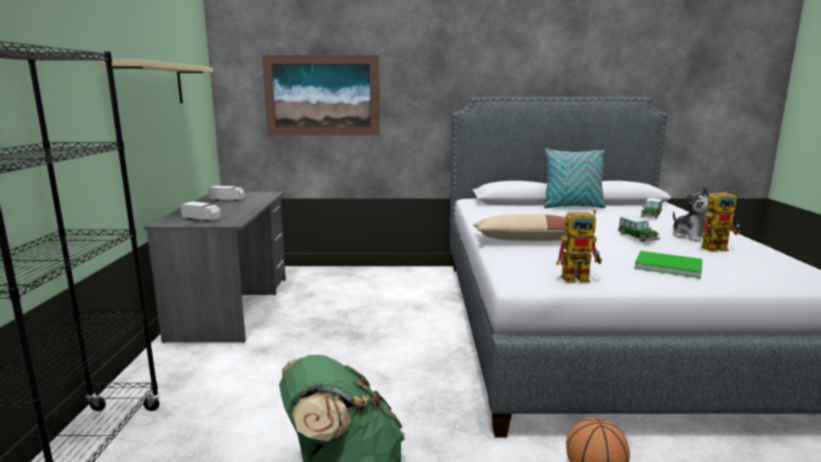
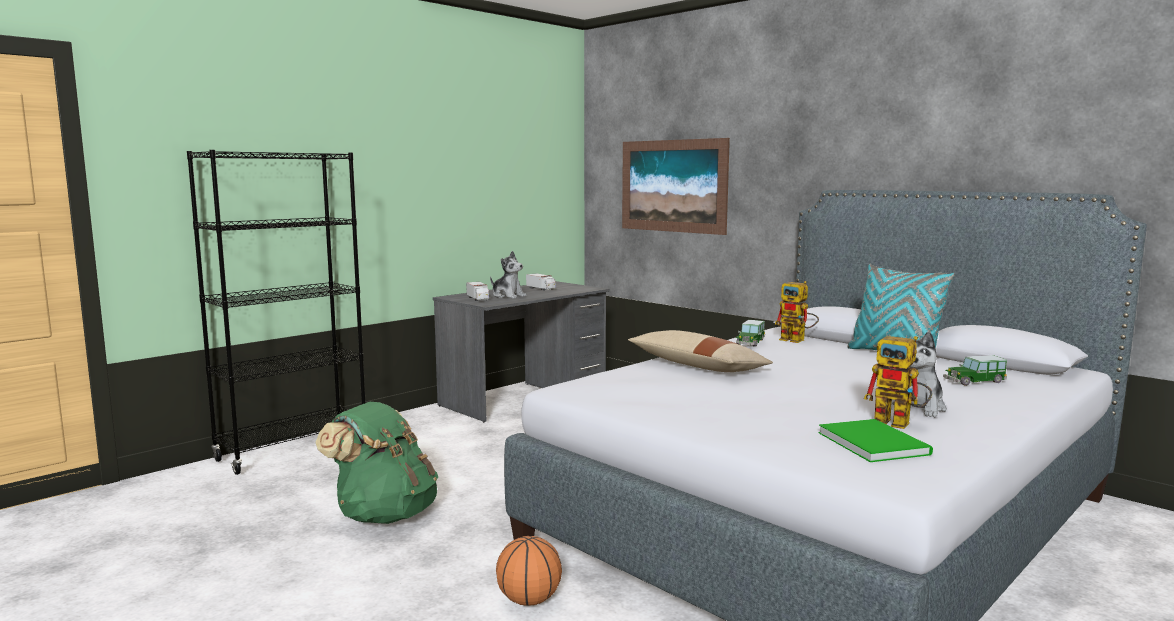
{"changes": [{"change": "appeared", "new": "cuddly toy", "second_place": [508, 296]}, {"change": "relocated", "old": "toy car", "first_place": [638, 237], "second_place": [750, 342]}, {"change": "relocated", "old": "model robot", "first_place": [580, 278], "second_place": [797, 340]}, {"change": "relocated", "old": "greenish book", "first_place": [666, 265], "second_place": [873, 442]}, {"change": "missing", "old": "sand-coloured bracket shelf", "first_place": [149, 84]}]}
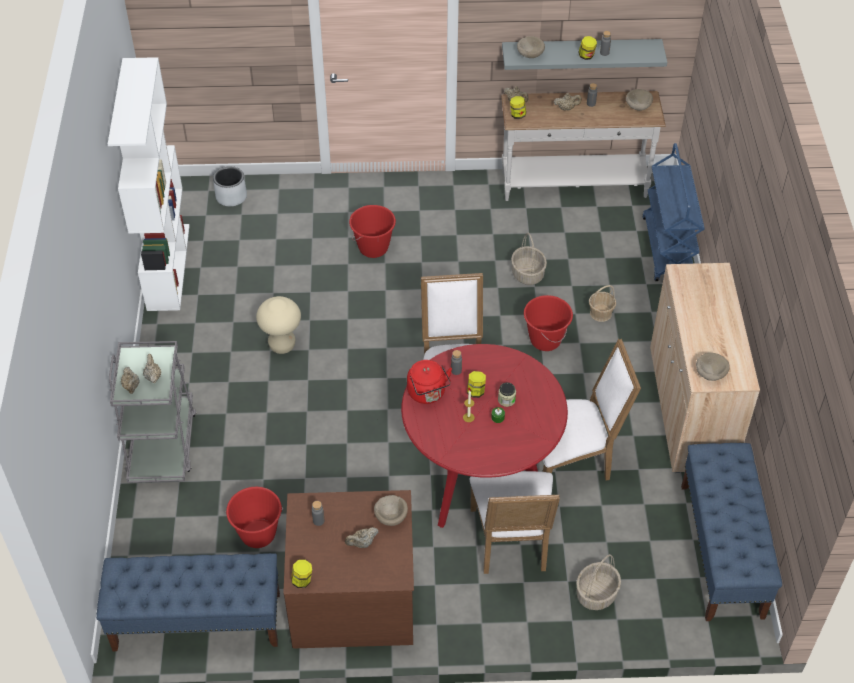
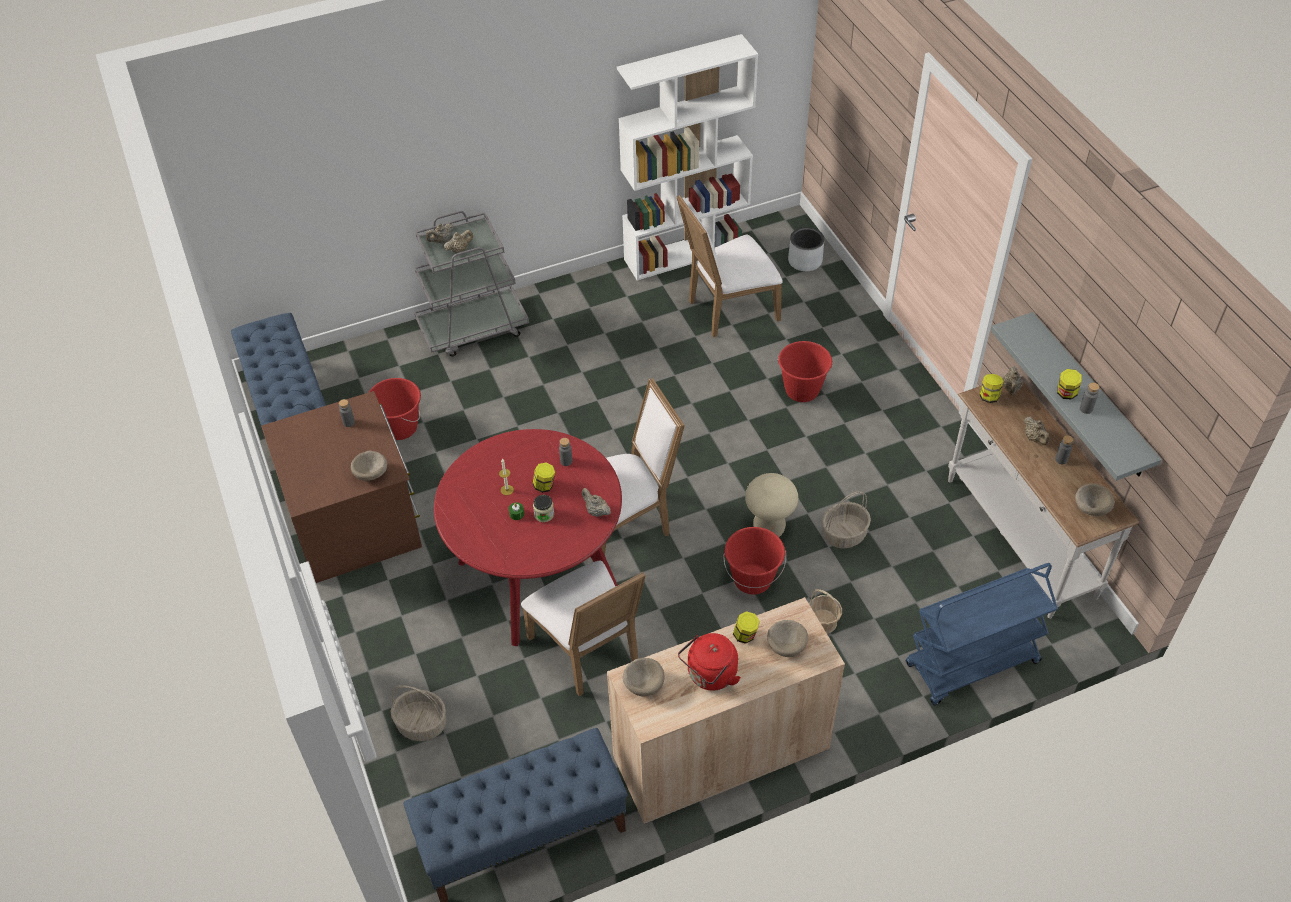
{"changes": [{"change": "relocated", "old": "sand-coloured pot for tea", "first_place": [362, 543], "second_place": [596, 511]}, {"change": "relocated", "old": "white plain chair", "first_place": [511, 544], "second_place": [728, 310]}, {"change": "relocated", "old": "reddish tea kettle", "first_place": [428, 394], "second_place": [710, 675]}, {"change": "relocated", "old": "preserve jar", "first_place": [302, 580], "second_place": [745, 635]}, {"change": "relocated", "old": "sand-coloured stool", "first_place": [282, 345], "second_place": [768, 529]}, {"change": "relocated", "old": "sand-coloured deep dish", "first_place": [529, 54], "second_place": [787, 645]}]}
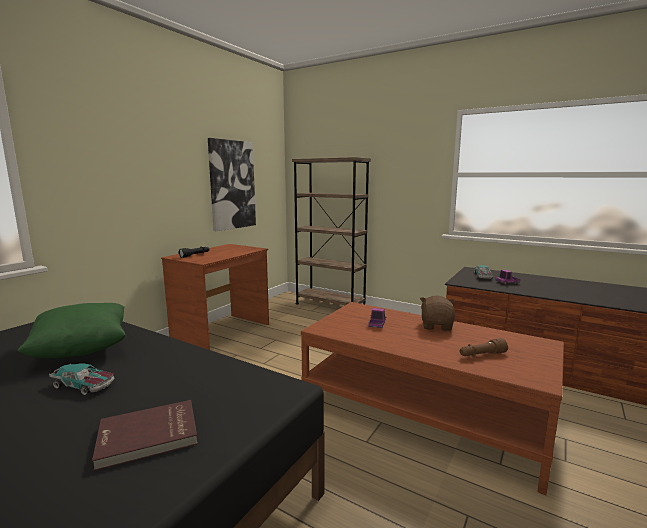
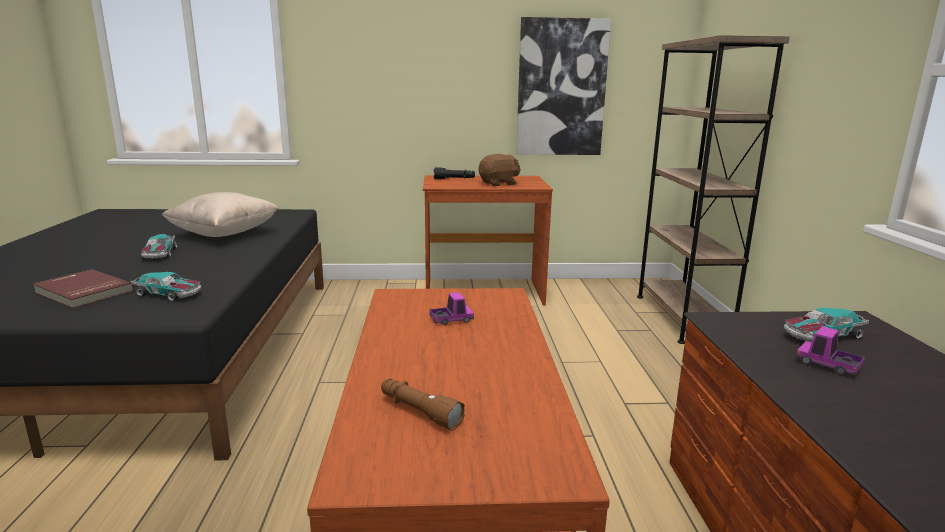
{"changes": [{"change": "appeared", "new": "toy car", "second_place": [169, 294]}, {"change": "colour", "old": "greenish pillow", "new": "sand-coloured pillow", "first_place": [82, 349], "second_place": [224, 234]}, {"change": "relocated", "old": "brownish cuddly toy", "first_place": [437, 326], "second_place": [499, 184]}]}
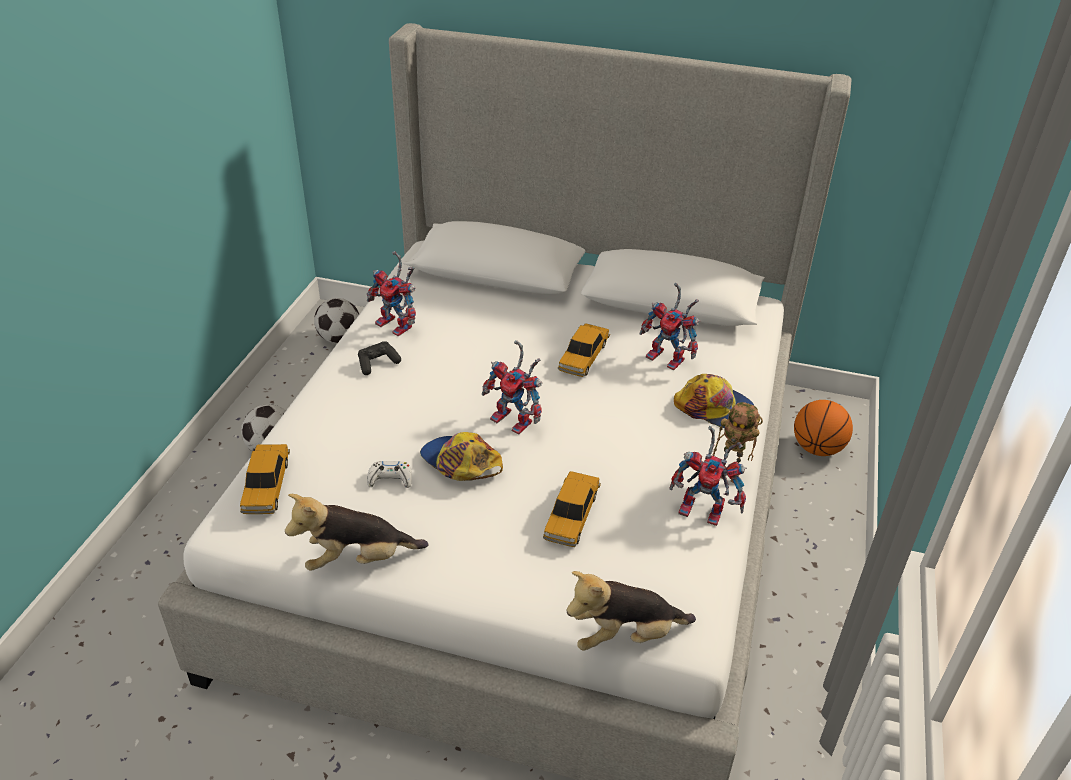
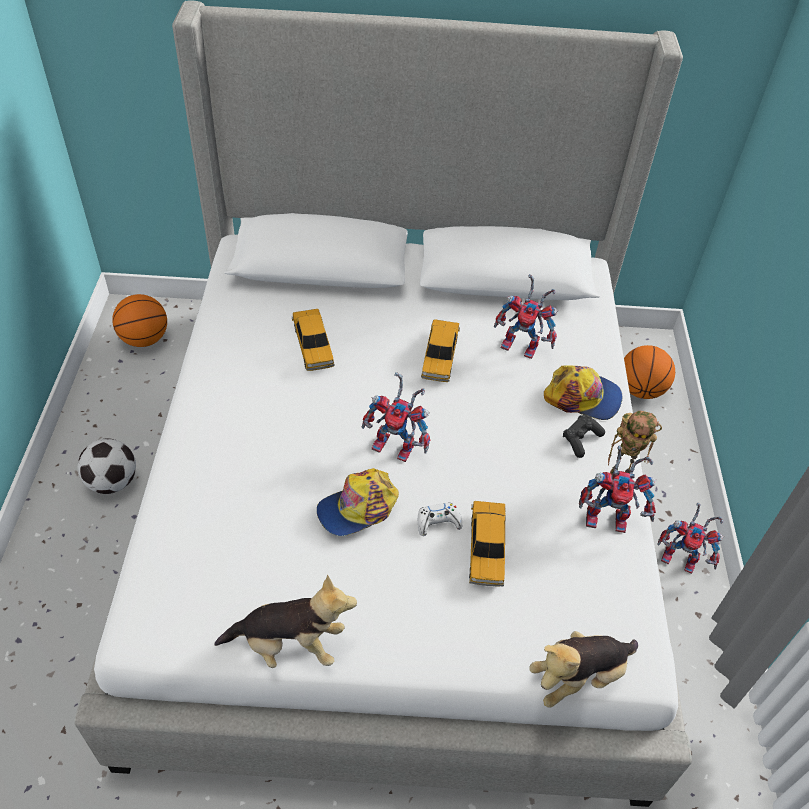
{"changes": [{"change": "exchanged", "old": "ball for football", "new": "basketball ball", "first_place": [339, 339], "second_place": [144, 339]}, {"change": "spun", "old": "cuddly toy", "first_place": [358, 559], "second_place": [290, 645], "degrees": -150}, {"change": "relocated", "old": "toy car", "first_place": [266, 486], "second_place": [313, 346]}, {"change": "spun", "old": "peaked cap", "first_place": [460, 463], "second_place": [358, 508], "degrees": -60}, {"change": "relocated", "old": "white joypad", "first_place": [390, 479], "second_place": [438, 522]}, {"change": "relocated", "old": "black-coloured joypad", "first_place": [377, 364], "second_place": [580, 440]}, {"change": "relocated", "old": "model robot", "first_place": [398, 326], "second_place": [682, 559]}]}
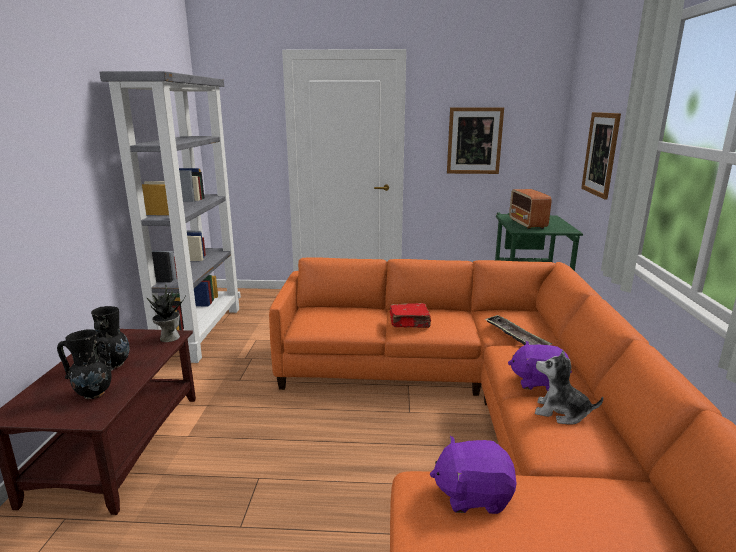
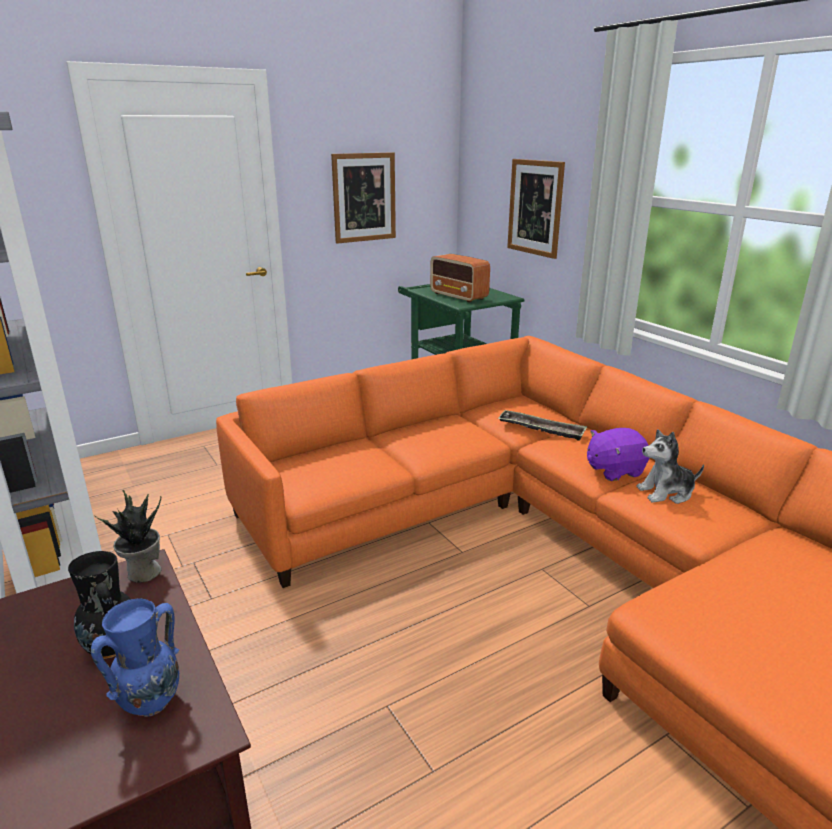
{"changes": [{"change": "colour", "old": "black-coloured decorative vase", "new": "blue decorative vase", "first_place": [93, 394], "second_place": [149, 703]}, {"change": "missing", "old": "reddish book", "first_place": [410, 323]}, {"change": "missing", "old": "purplish cuddly toy", "first_place": [473, 495]}]}
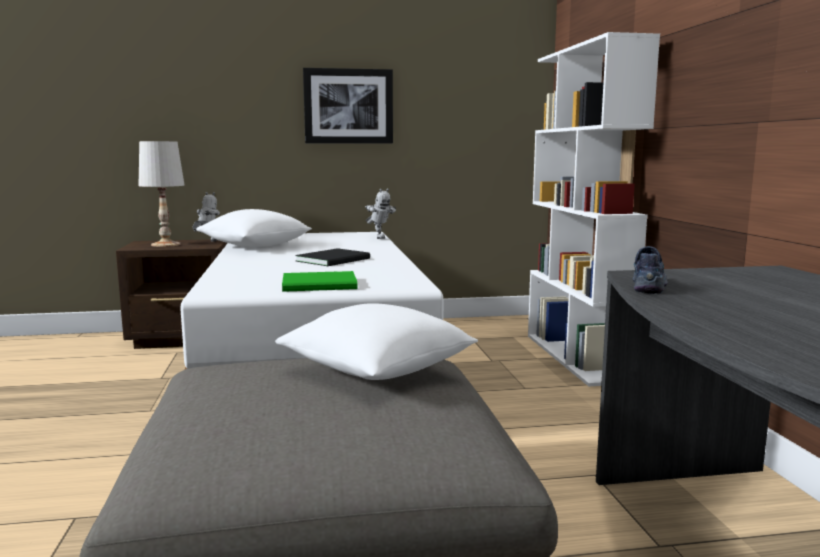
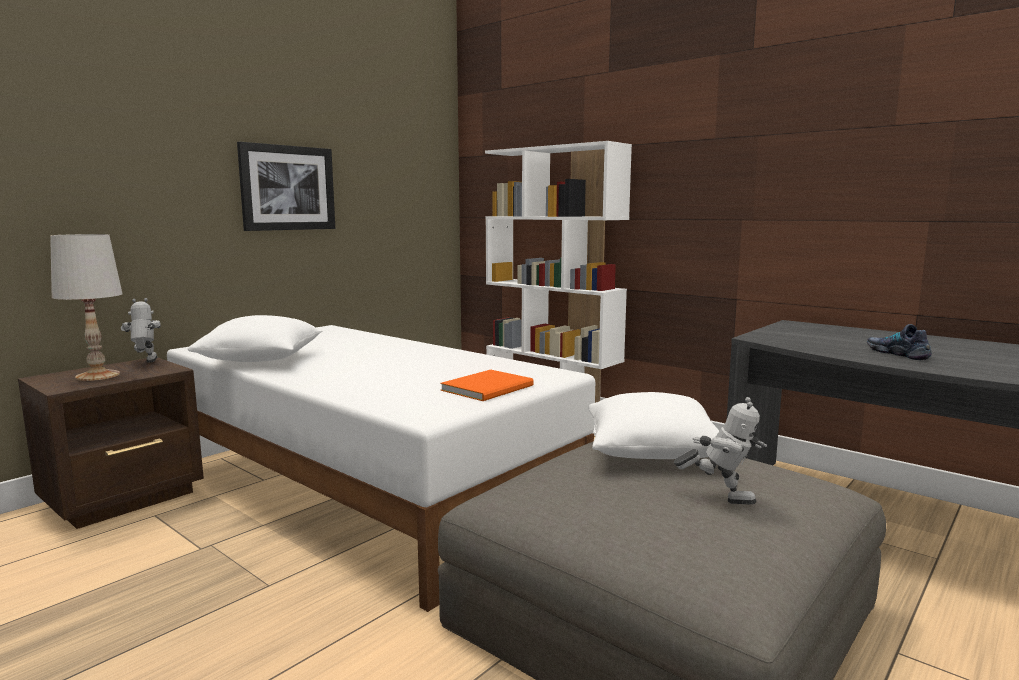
{"changes": [{"change": "colour", "old": "greenish book", "new": "orange-coloured book", "first_place": [322, 285], "second_place": [490, 388]}, {"change": "relocated", "old": "model robot", "first_place": [379, 238], "second_place": [720, 497]}, {"change": "relocated", "old": "low shoe", "first_place": [649, 285], "second_place": [898, 353]}, {"change": "missing", "old": "black-coloured book", "first_place": [335, 259]}]}
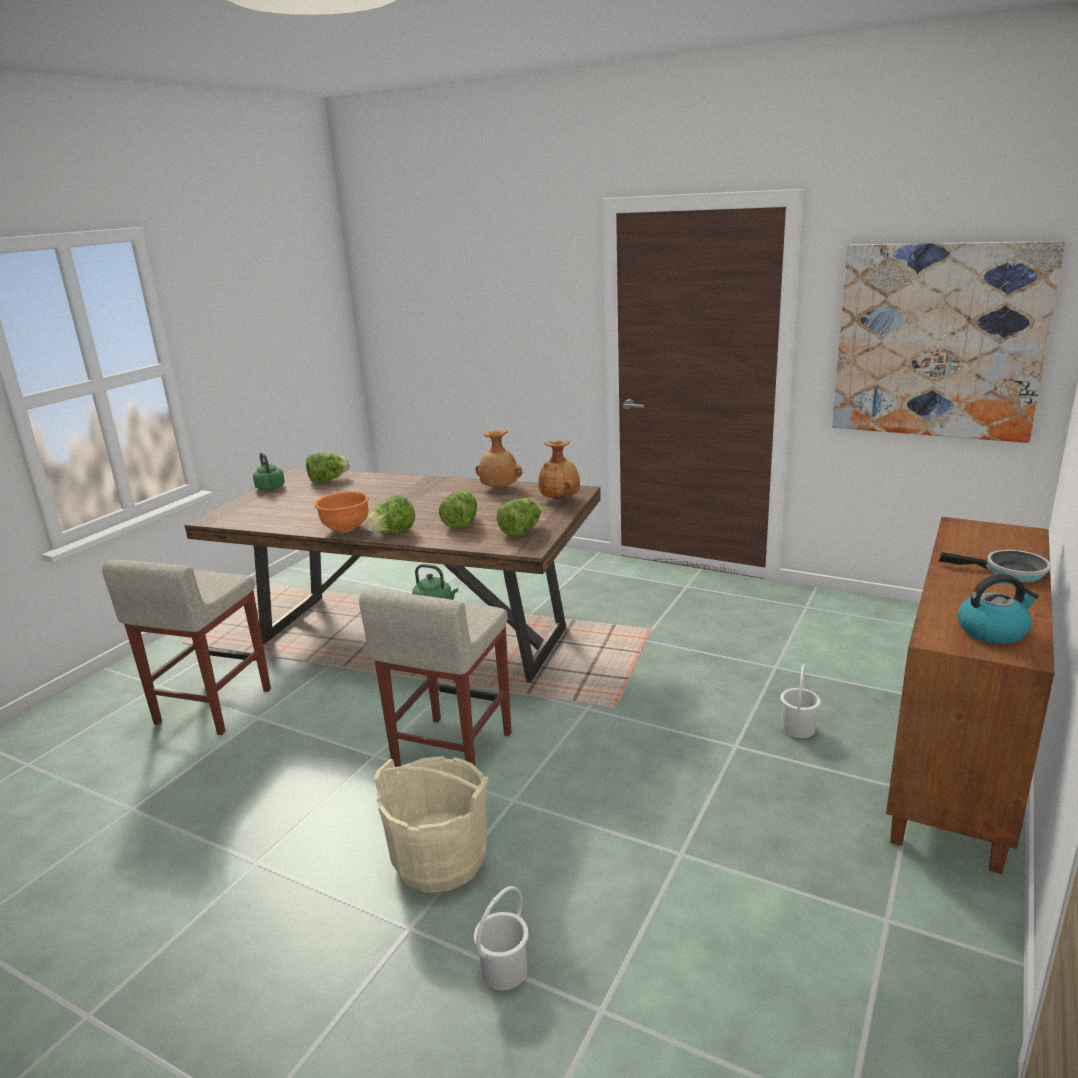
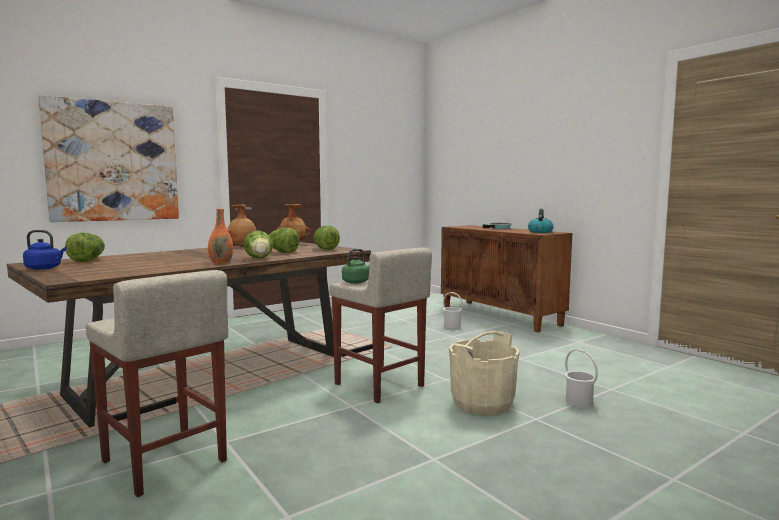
{"changes": [{"change": "colour", "old": "greenish tea kettle", "new": "blue tea kettle", "first_place": [270, 488], "second_place": [45, 268]}, {"change": "relocated", "old": "wall picture", "first_place": [938, 341], "second_place": [113, 161]}, {"change": "exchanged", "old": "orange-coloured deep dish", "new": "orange-coloured decorative vase", "first_place": [345, 529], "second_place": [221, 263]}]}
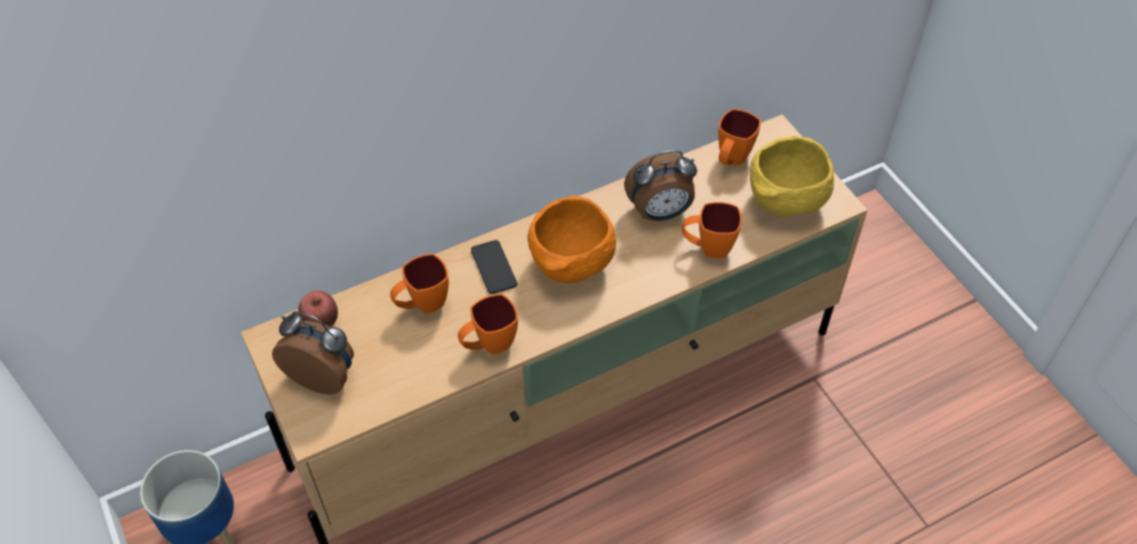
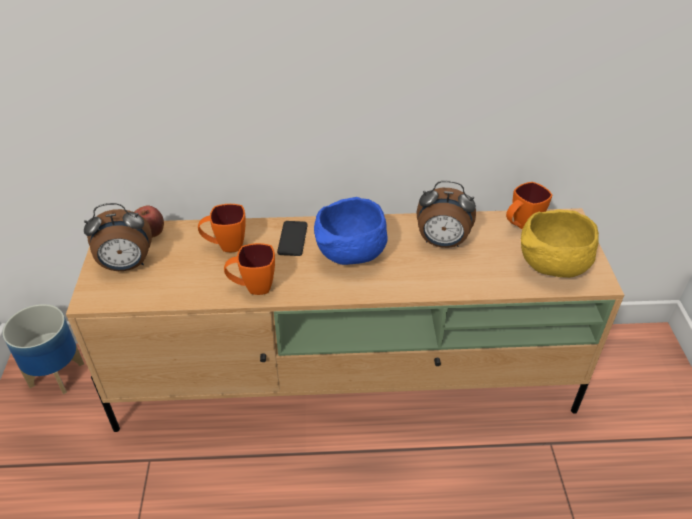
{"changes": [{"change": "spun", "old": "table clock", "first_place": [323, 375], "second_place": [126, 266], "degrees": 120}, {"change": "colour", "old": "orange-coloured deep dish", "new": "blue deep dish", "first_place": [571, 266], "second_place": [350, 256]}, {"change": "missing", "old": "orange-coloured mug", "first_place": [707, 248]}]}
